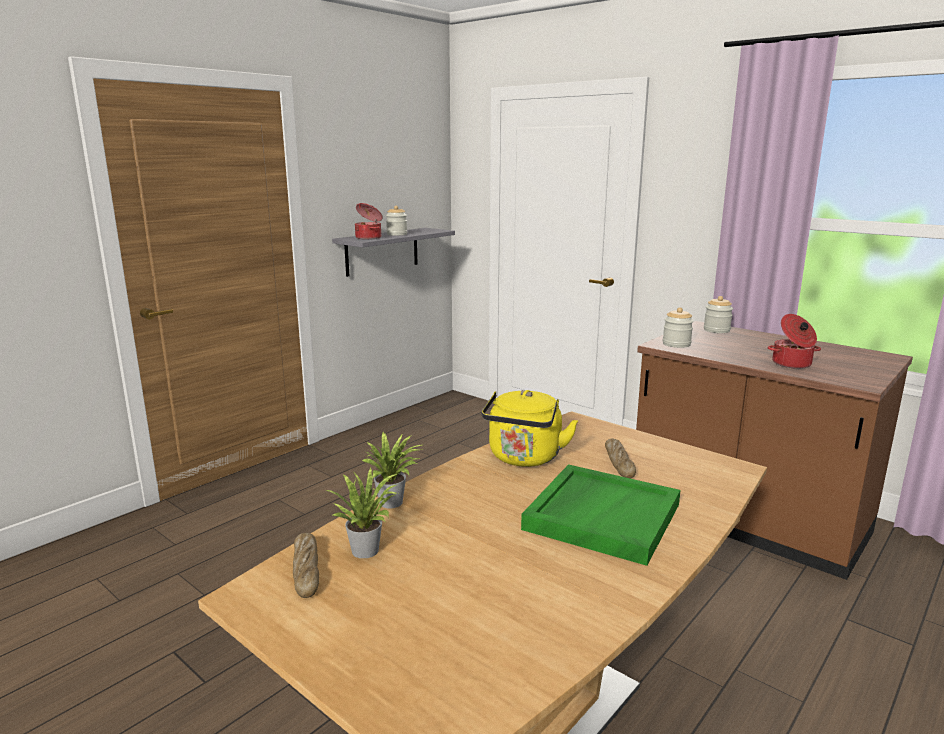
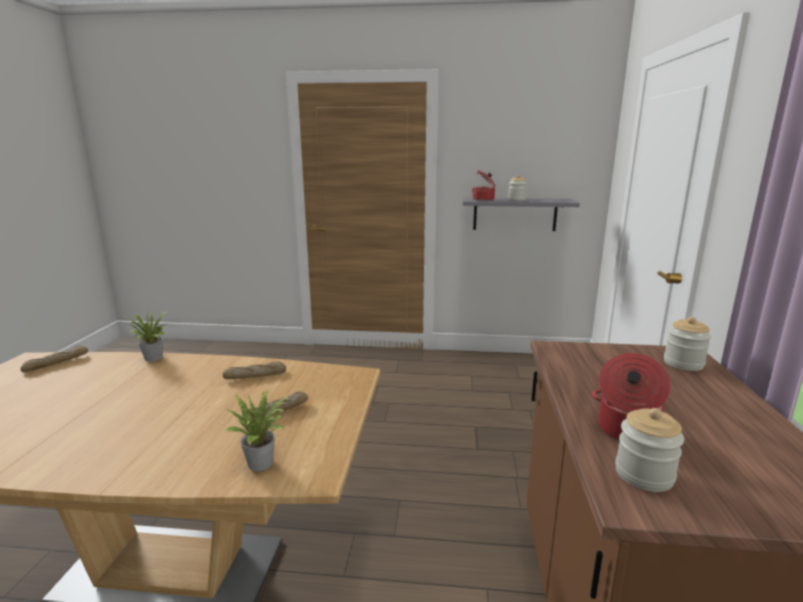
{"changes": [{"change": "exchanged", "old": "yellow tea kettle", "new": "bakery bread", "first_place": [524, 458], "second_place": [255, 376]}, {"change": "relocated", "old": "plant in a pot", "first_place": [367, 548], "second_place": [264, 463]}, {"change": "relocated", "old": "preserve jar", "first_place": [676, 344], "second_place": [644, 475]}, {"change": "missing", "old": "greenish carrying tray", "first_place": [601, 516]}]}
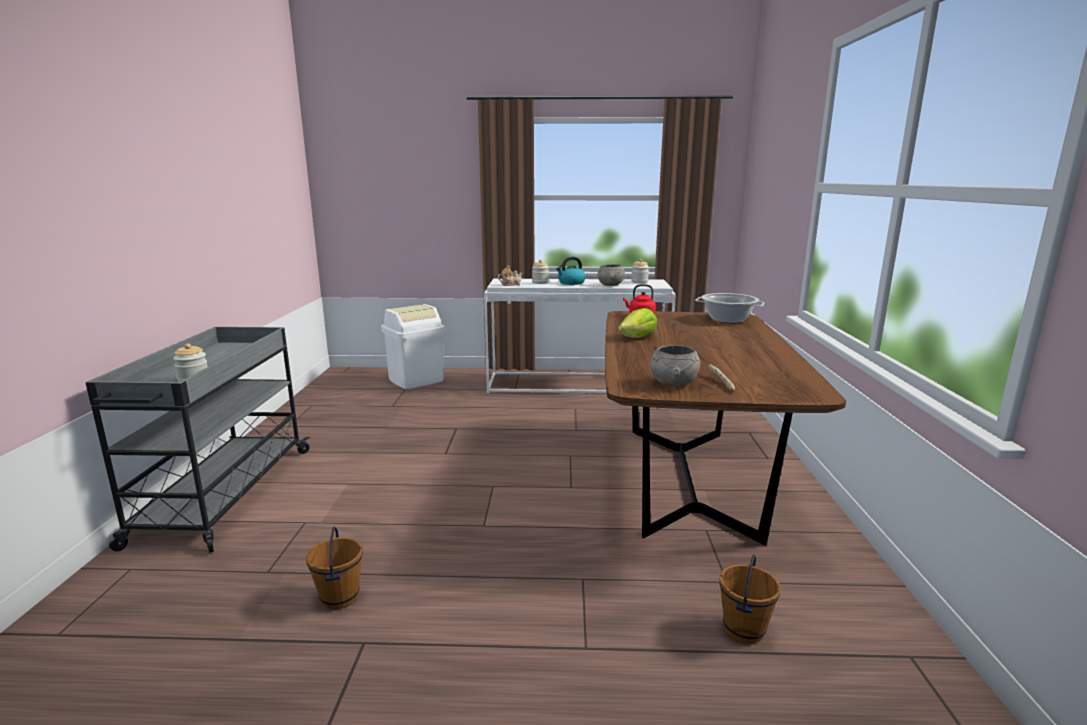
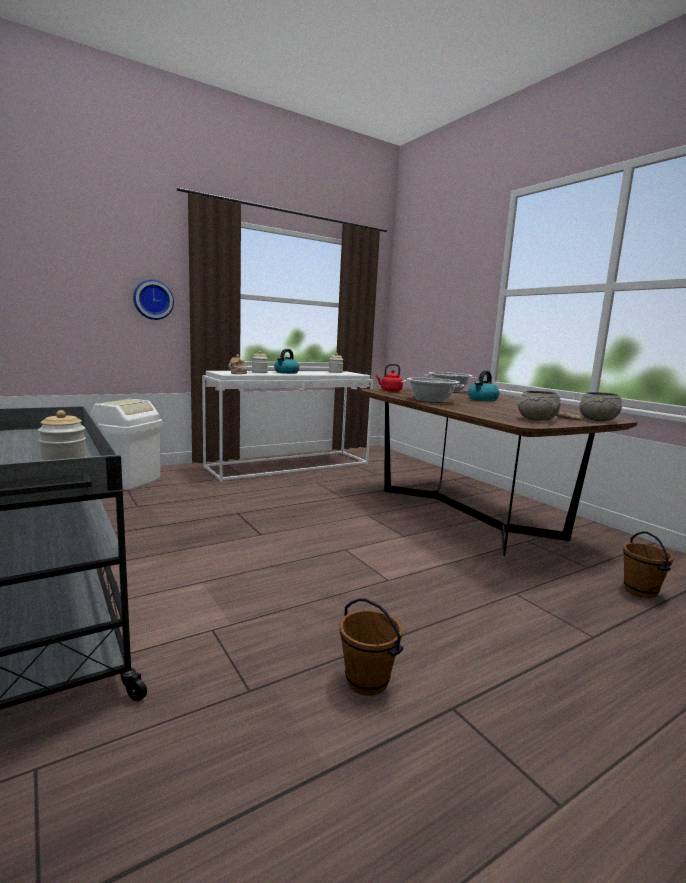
{"changes": [{"change": "appeared", "new": "clock on the wall", "second_place": [153, 300]}, {"change": "exchanged", "old": "lettuce head", "new": "saucepot", "first_place": [638, 337], "second_place": [431, 401]}, {"change": "appeared", "new": "tea kettle", "second_place": [482, 399]}, {"change": "relocated", "old": "gray deep dish", "first_place": [610, 285], "second_place": [598, 420]}]}
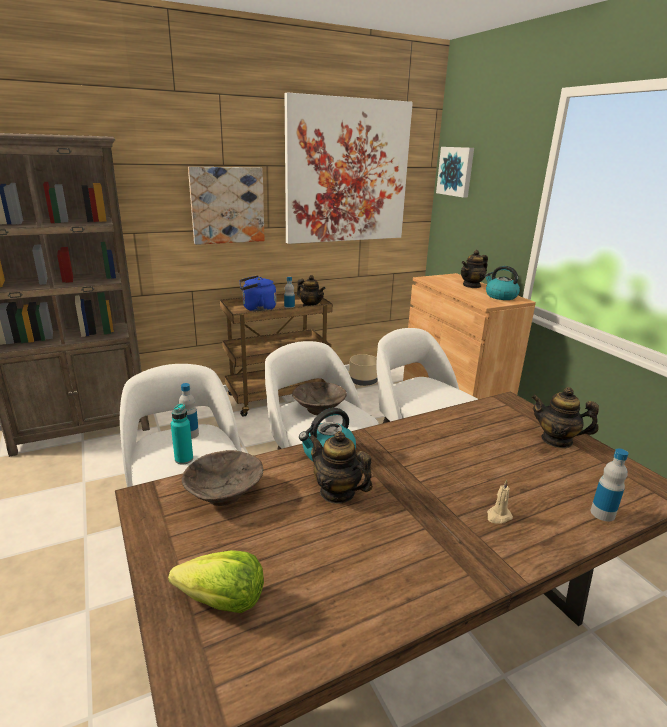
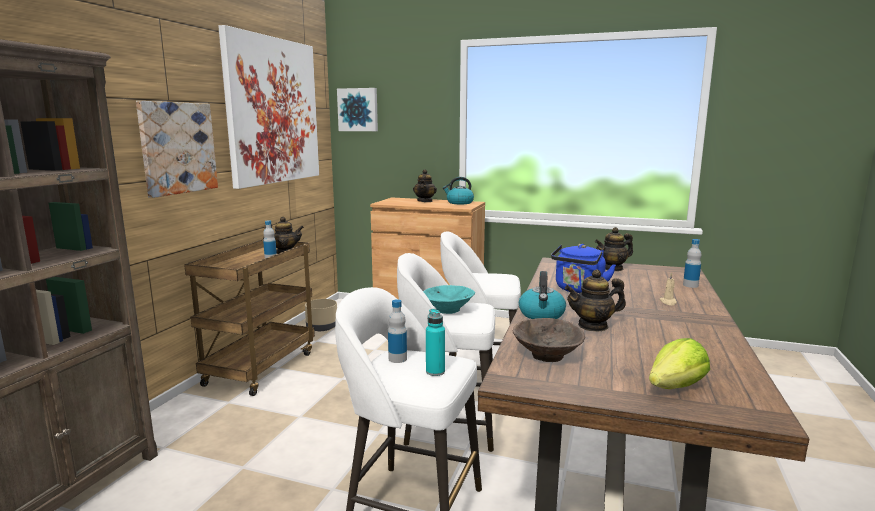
{"changes": [{"change": "colour", "old": "brownish deep dish", "new": "turquoise-coloured deep dish", "first_place": [320, 410], "second_place": [448, 310]}, {"change": "relocated", "old": "blue tea kettle", "first_place": [257, 309], "second_place": [578, 290]}]}
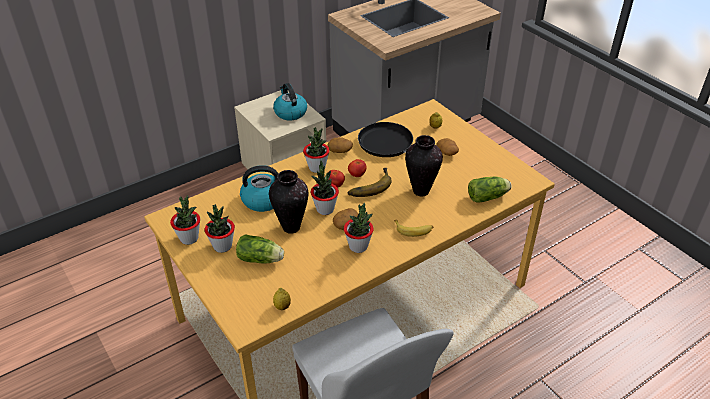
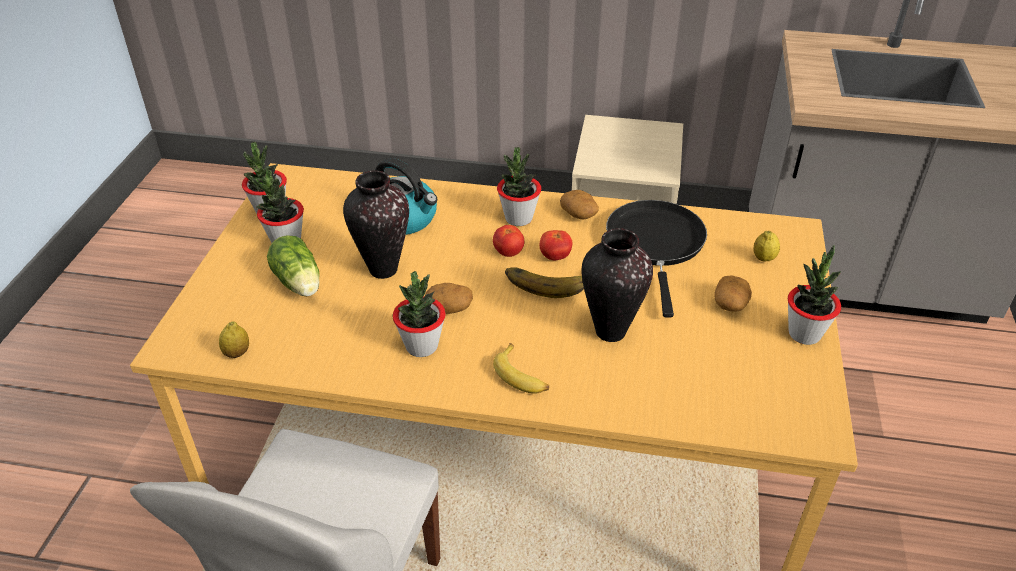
{"changes": [{"change": "relocated", "old": "plant in a pot", "first_place": [325, 209], "second_place": [804, 333]}, {"change": "missing", "old": "tea kettle", "first_place": [290, 112]}, {"change": "missing", "old": "lettuce head", "first_place": [488, 197]}]}
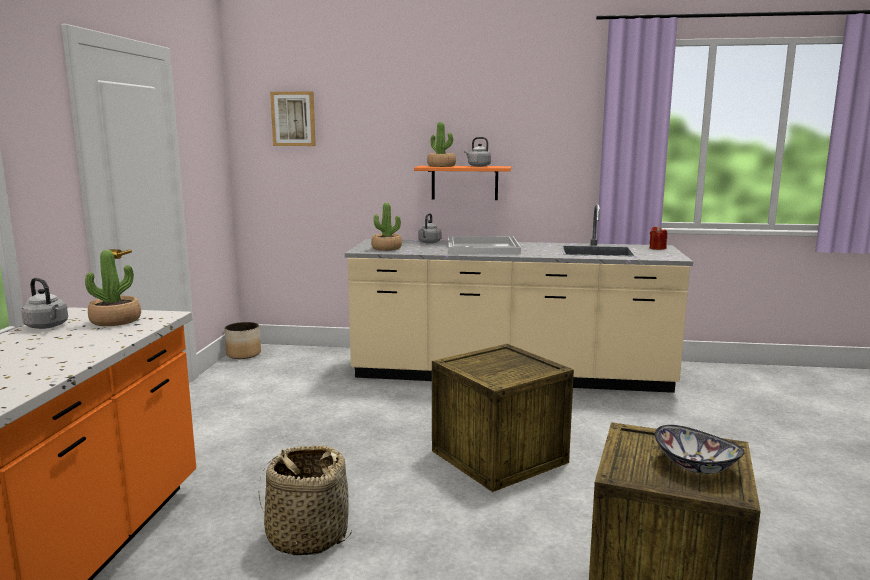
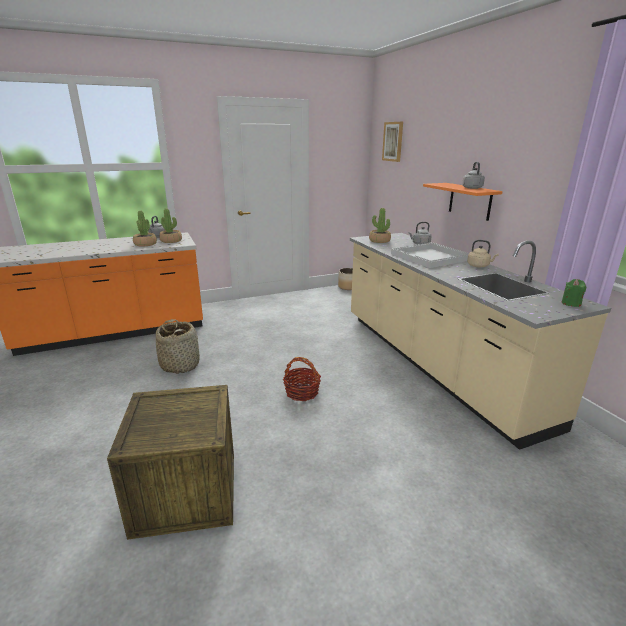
{"changes": [{"change": "relocated", "old": "plant in a pot", "first_place": [441, 166], "second_place": [145, 244]}, {"change": "exchanged", "old": "shipping crate", "new": "household basket", "first_place": [499, 456], "second_place": [302, 392]}, {"change": "appeared", "new": "sand-coloured tea kettle", "second_place": [479, 266]}, {"change": "colour", "old": "reddish wax light", "new": "greenish wax light", "first_place": [657, 248], "second_place": [571, 303]}, {"change": "missing", "old": "deep dish", "first_place": [695, 467]}]}
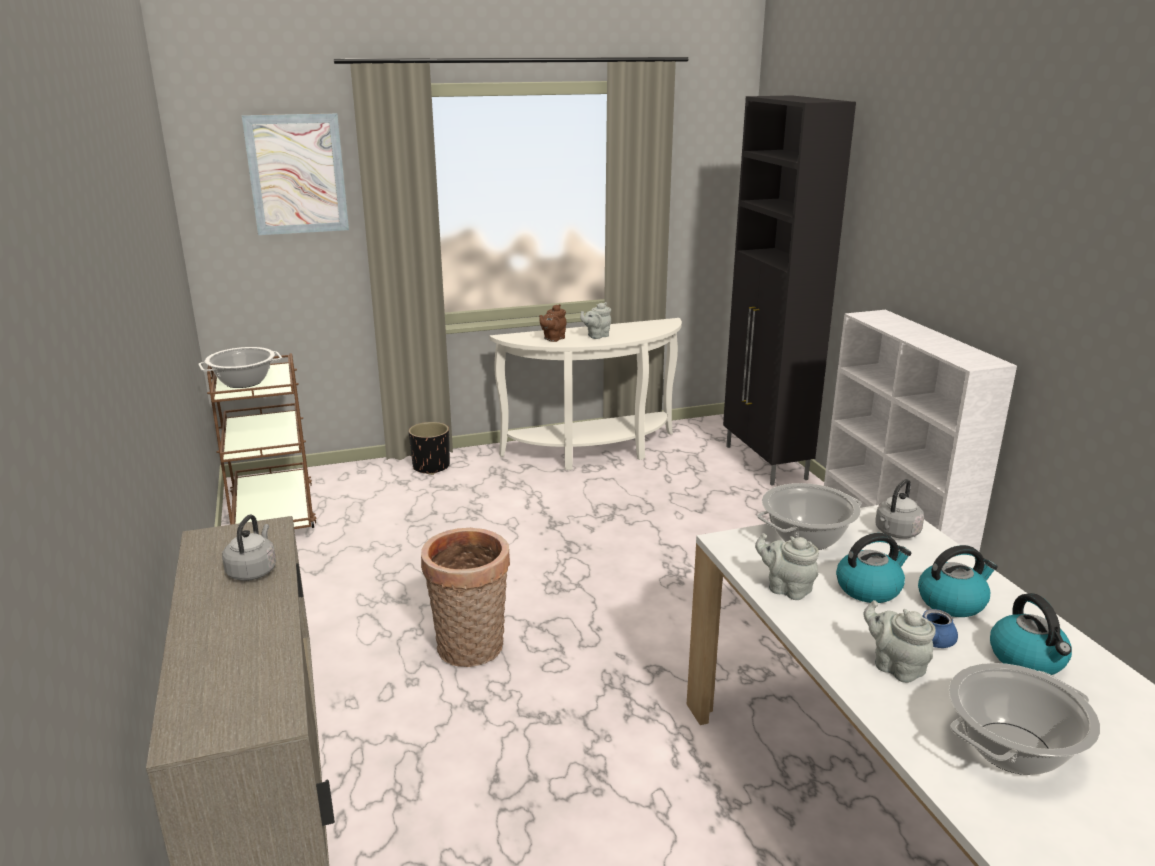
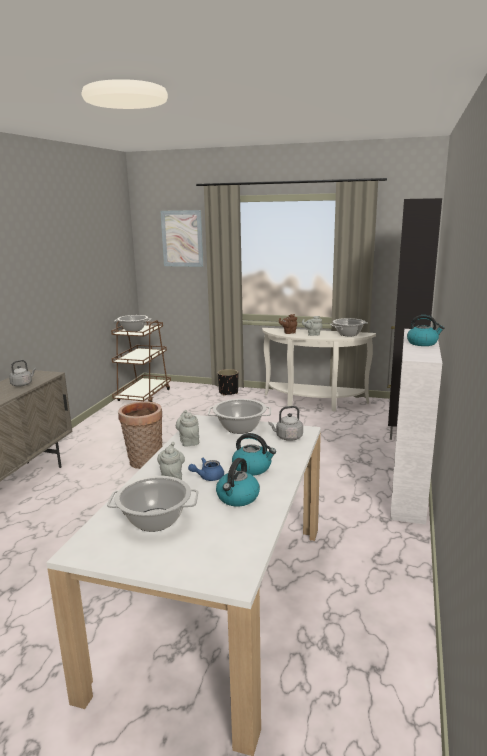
{"changes": [{"change": "appeared", "new": "saucepot", "second_place": [348, 334]}, {"change": "relocated", "old": "tea kettle", "first_place": [869, 588], "second_place": [422, 343]}]}
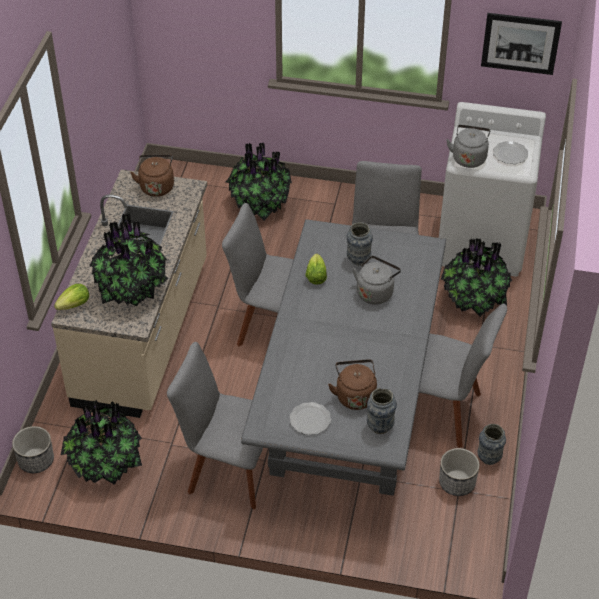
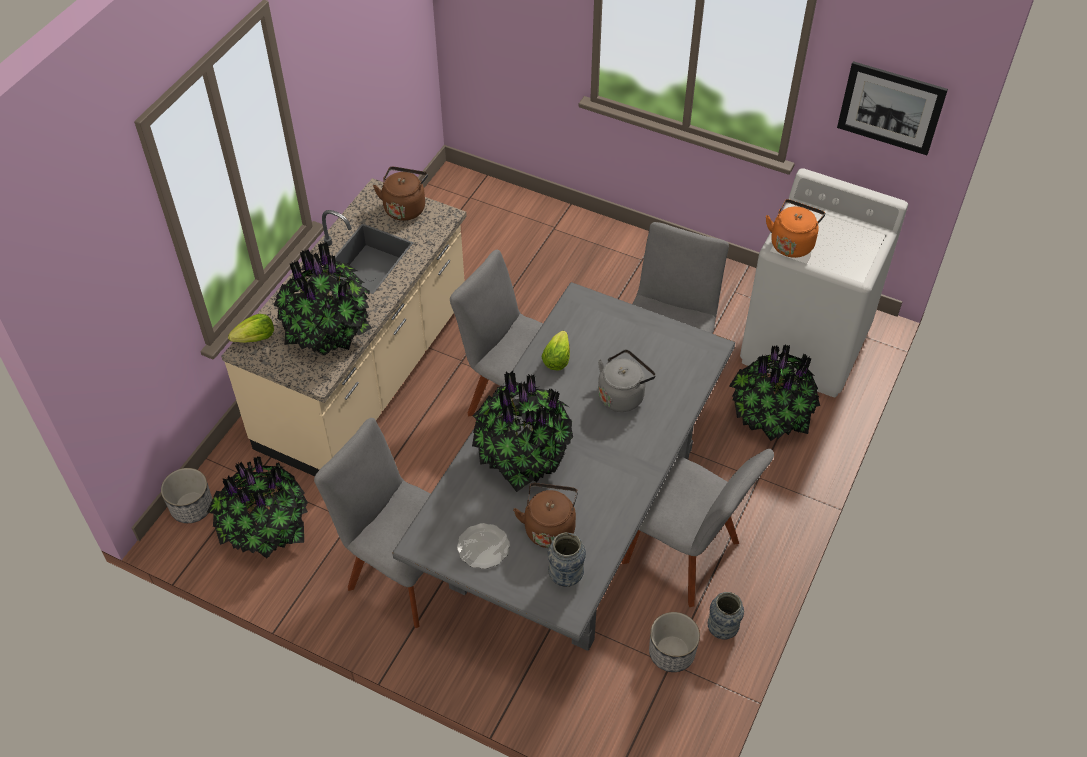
{"changes": [{"change": "relocated", "old": "plant in a pot", "first_place": [259, 204], "second_place": [522, 456]}, {"change": "colour", "old": "gray tea kettle", "new": "orange-coloured tea kettle", "first_place": [469, 157], "second_place": [792, 243]}, {"change": "missing", "old": "decorative vase", "first_place": [358, 260]}, {"change": "missing", "old": "dinner plate", "first_place": [510, 154]}]}
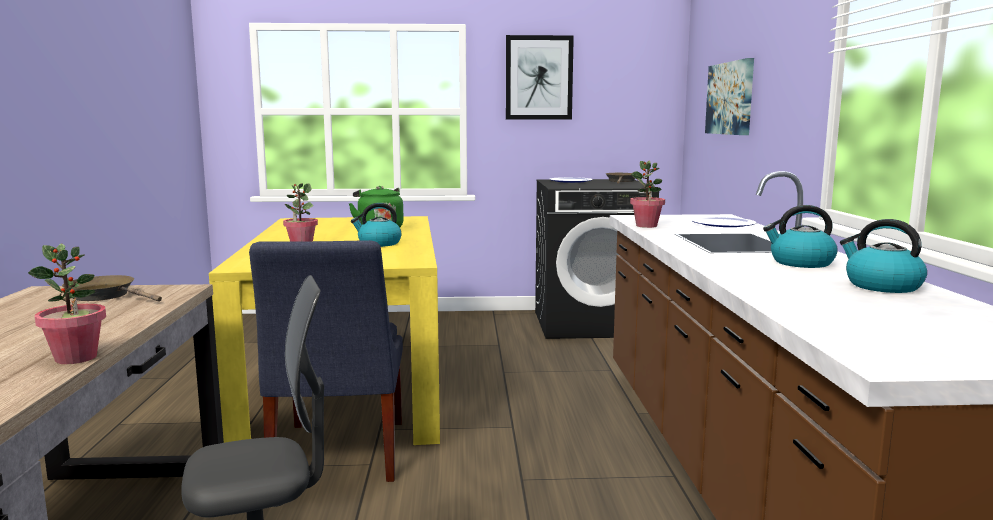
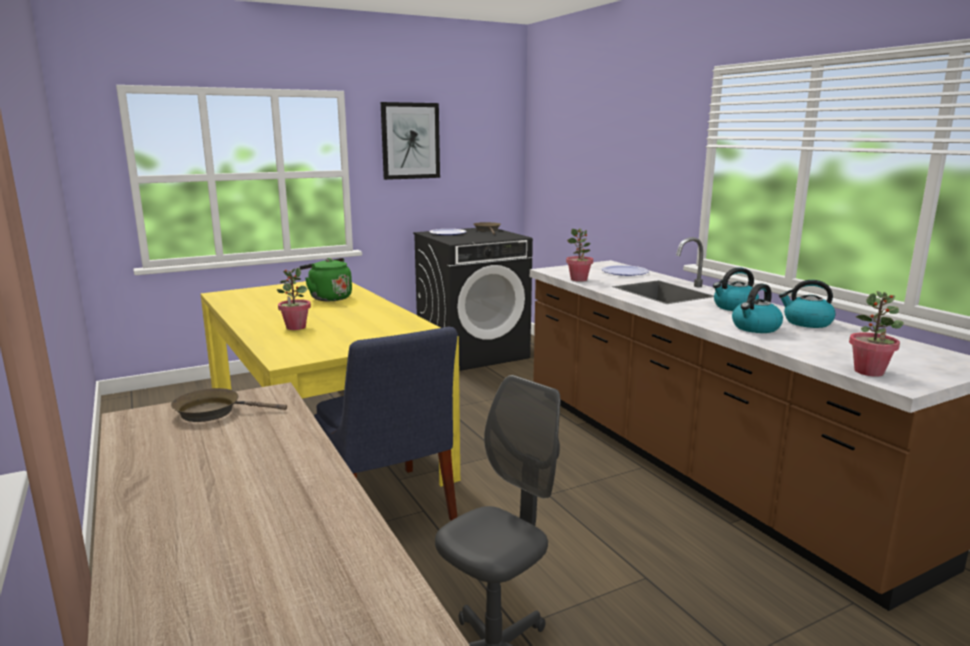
{"changes": [{"change": "relocated", "old": "tea kettle", "first_place": [379, 244], "second_place": [755, 328]}, {"change": "relocated", "old": "plant in a pot", "first_place": [76, 358], "second_place": [869, 372]}, {"change": "missing", "old": "wall picture", "first_place": [730, 98]}]}
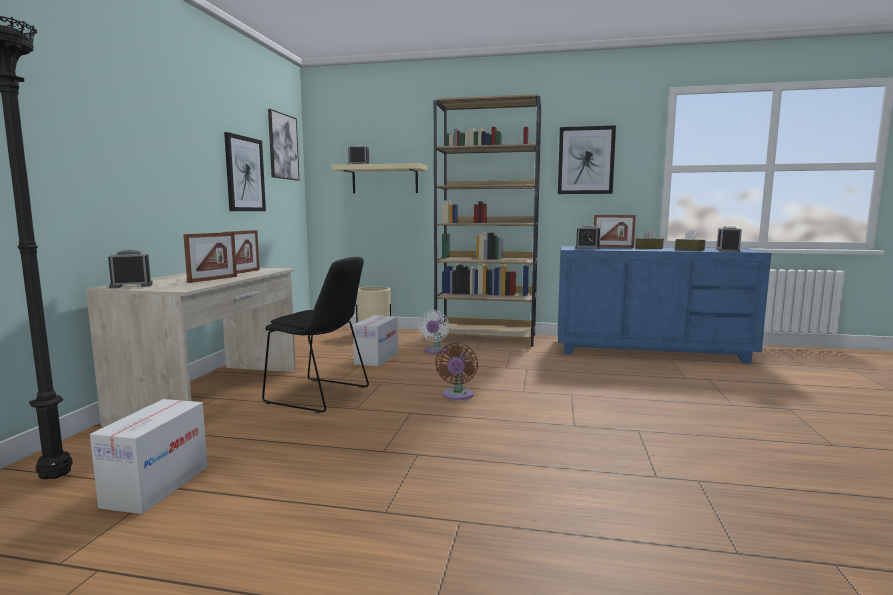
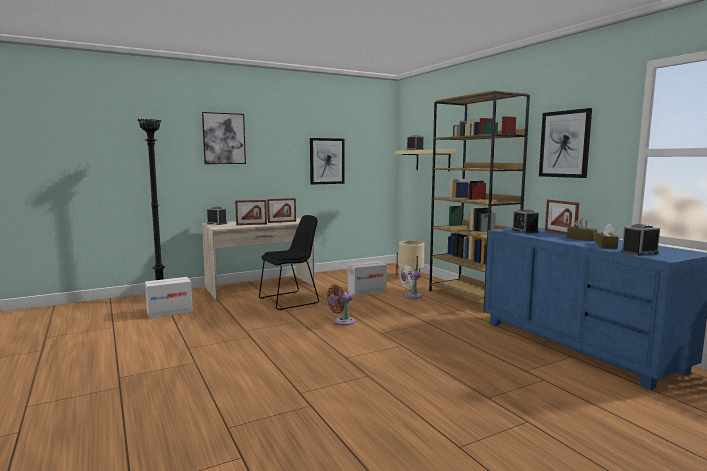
{"changes": [{"change": "relocated", "old": "wall picture", "first_place": [283, 146], "second_place": [224, 138]}, {"change": "spun", "old": "black-coloured plain chair", "first_place": [320, 396], "second_place": [290, 300], "degrees": -105}]}
